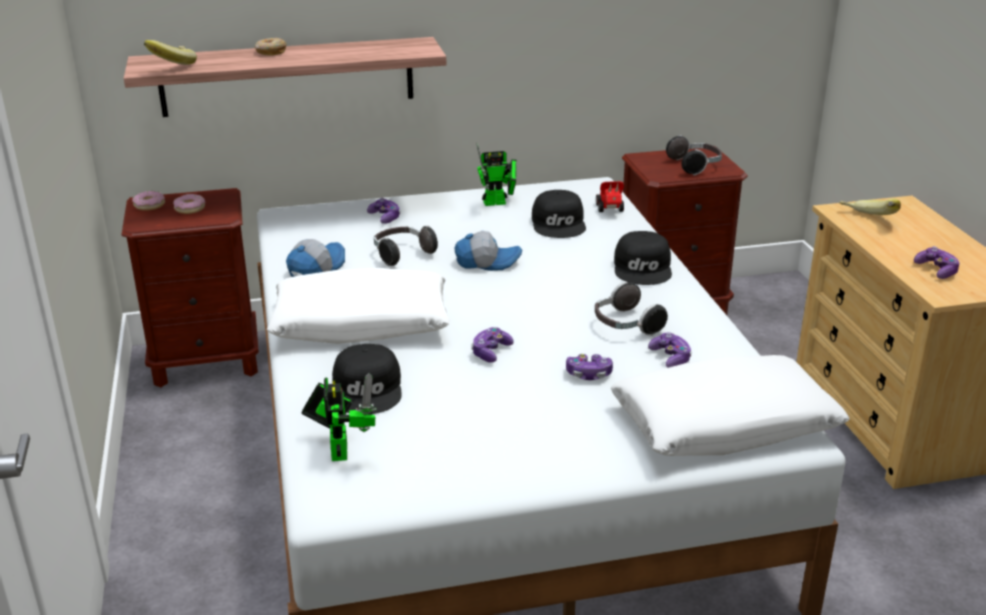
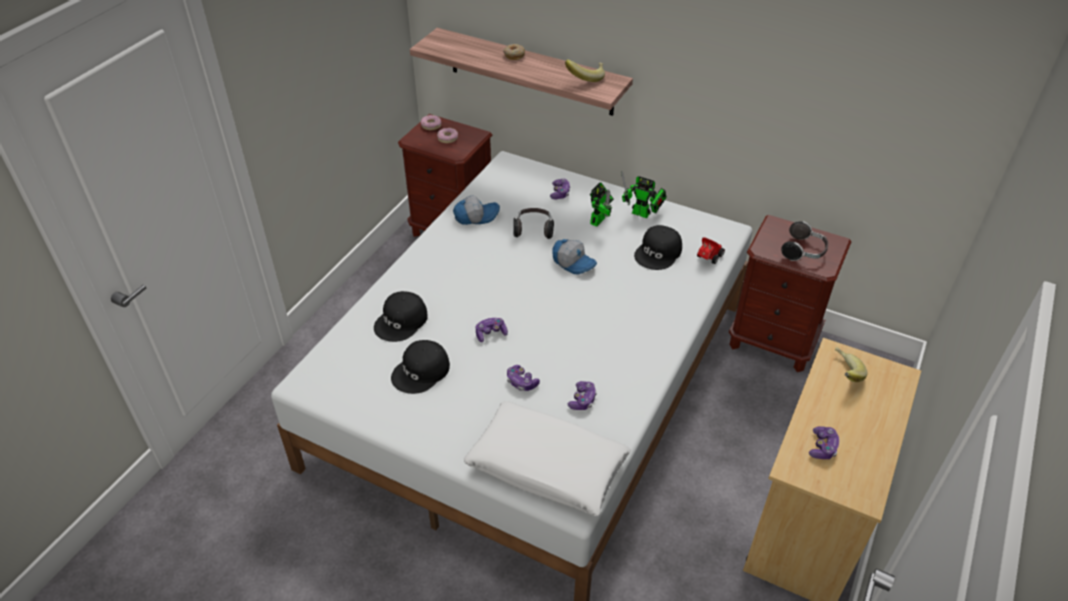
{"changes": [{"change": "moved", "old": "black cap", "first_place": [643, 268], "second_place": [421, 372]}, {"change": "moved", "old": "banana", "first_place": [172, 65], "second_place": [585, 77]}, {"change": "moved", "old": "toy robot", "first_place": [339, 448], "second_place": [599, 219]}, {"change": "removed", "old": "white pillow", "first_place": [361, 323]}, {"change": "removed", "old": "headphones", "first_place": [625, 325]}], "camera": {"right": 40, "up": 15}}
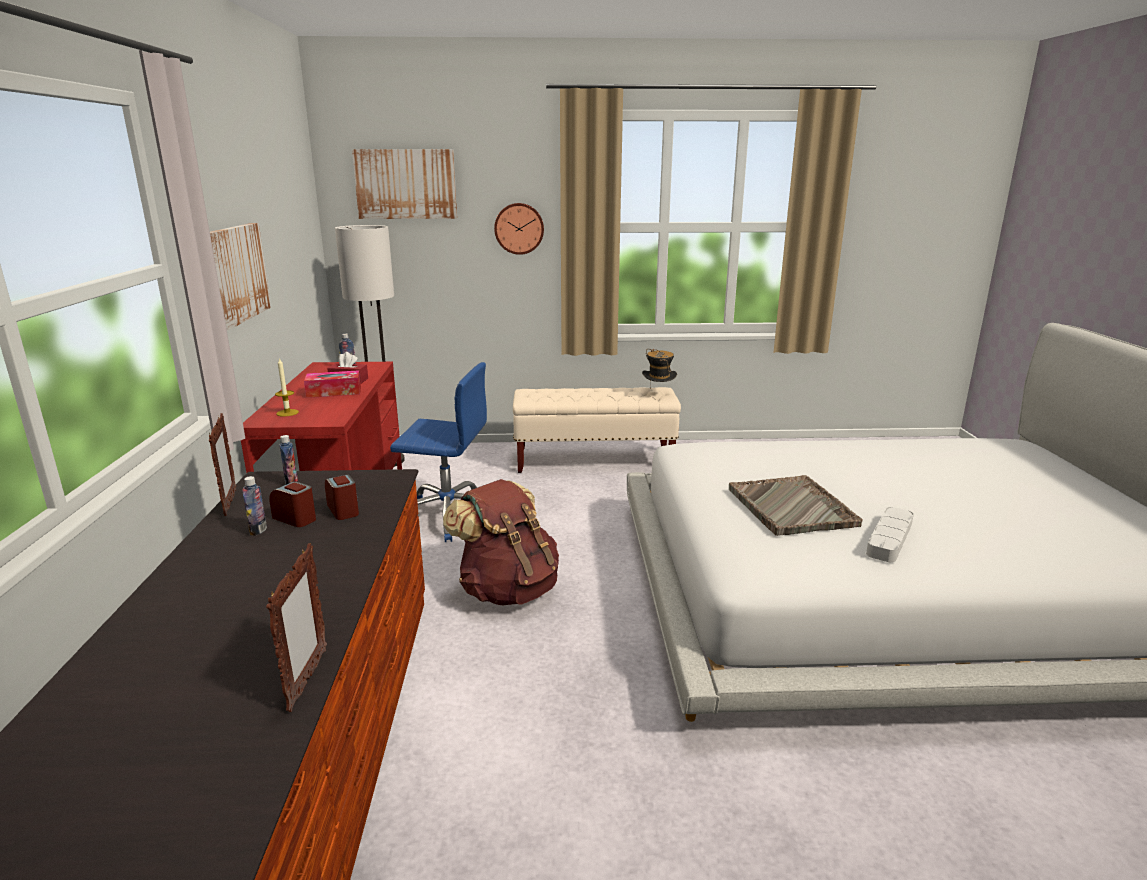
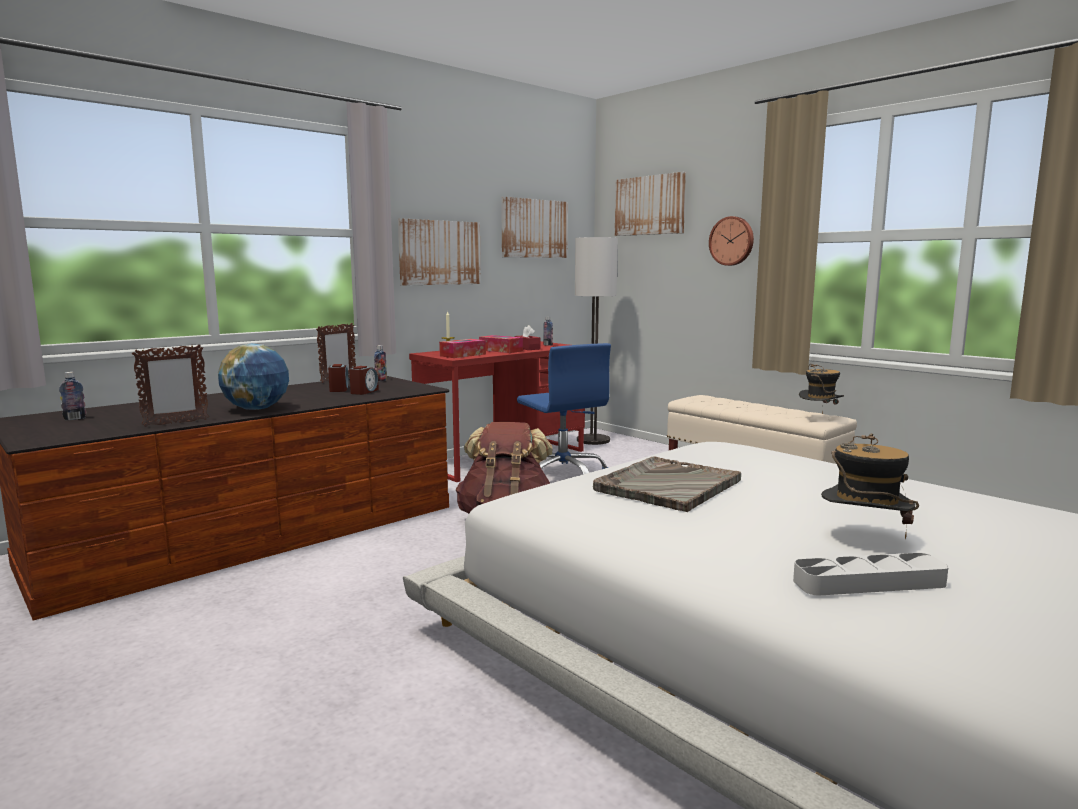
{"changes": [{"change": "moved", "old": "bottle", "first_place": [258, 530], "second_place": [75, 419]}, {"change": "added", "new": "globe", "second_place": [256, 409]}, {"change": "added", "new": "tissue box", "second_place": [463, 355]}, {"change": "added", "new": "picture", "second_place": [534, 228]}, {"change": "moved", "old": "grey tray", "first_place": [889, 538], "second_place": [869, 582]}, {"change": "added", "new": "hat", "second_place": [863, 539]}], "camera": {"right": 50, "up": -10}}
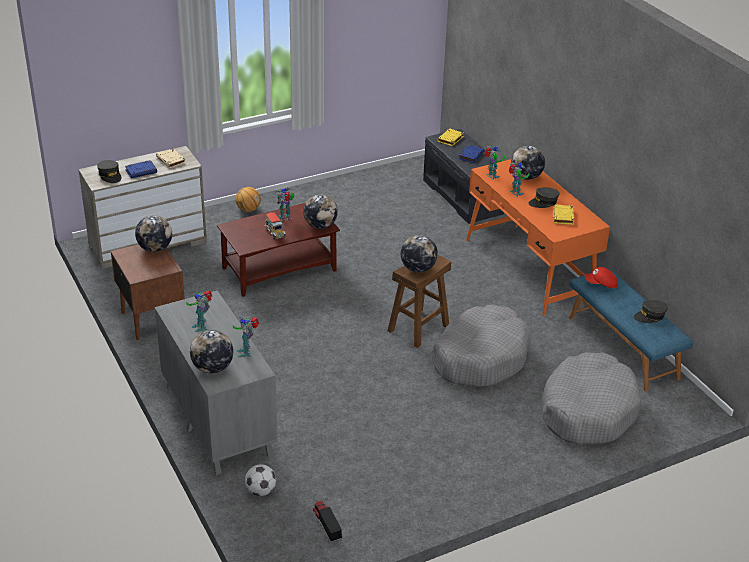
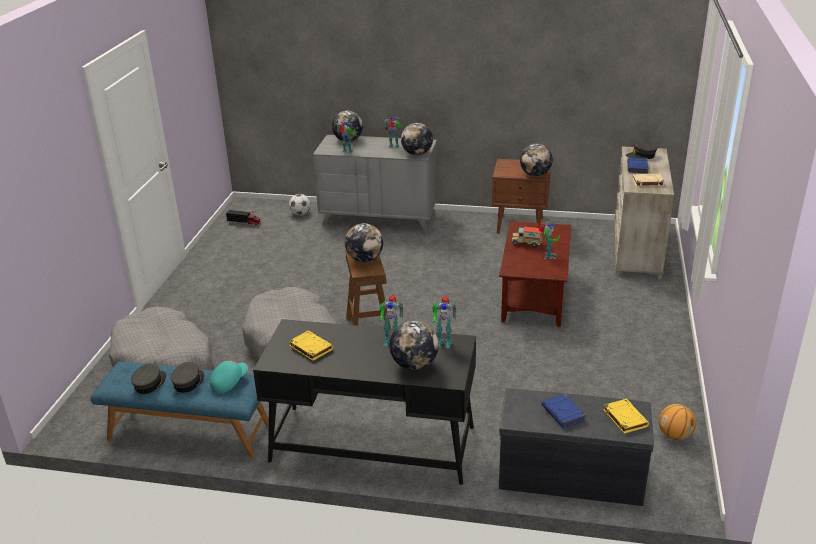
{"changes": [{"change": "moved", "old": "grey cap", "first_place": [543, 202], "second_place": [188, 382]}, {"change": "recoloured", "old": "red cap", "new": "turquoise cap", "first_place": [601, 284], "second_place": [229, 382]}, {"change": "recoloured", "old": "orange desk", "new": "black desk", "first_place": [529, 269], "second_place": [372, 443]}, {"change": "moved", "old": "globe", "first_place": [320, 226], "second_place": [417, 154]}, {"change": "moved", "old": "basketball", "first_place": [248, 209], "second_place": [675, 435]}], "camera": {"right": 130, "up": -5}}
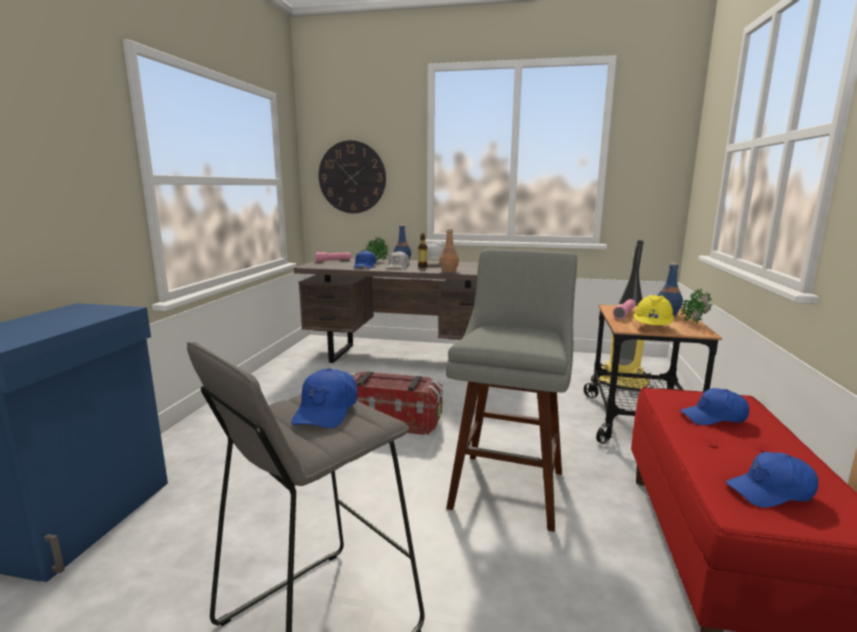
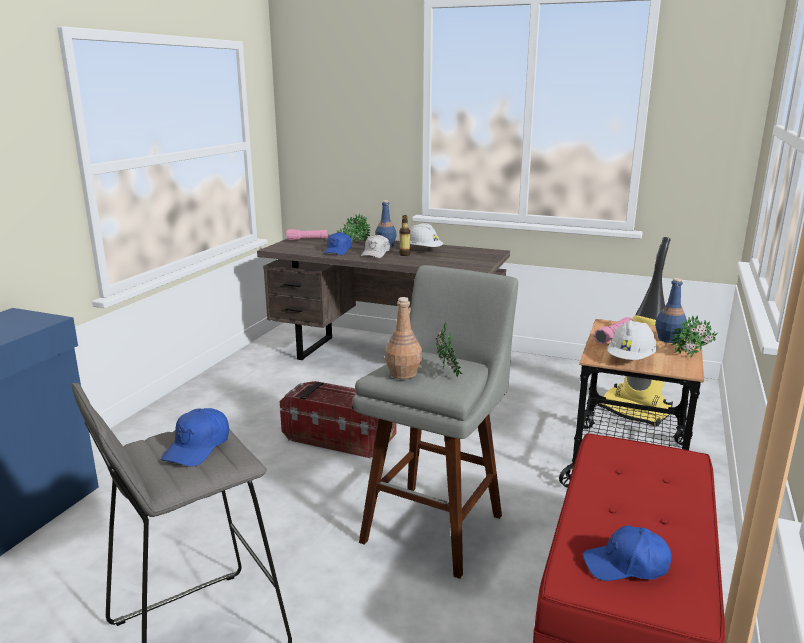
{"changes": [{"change": "moved", "old": "brown bottle", "first_place": [449, 271], "second_place": [403, 374]}, {"change": "added", "new": "potted plant", "second_place": [448, 373]}, {"change": "recoloured", "old": "yellow hard hat", "new": "white hard hat", "first_place": [652, 327], "second_place": [630, 359]}, {"change": "removed", "old": "wall clock", "first_place": [352, 177]}, {"change": "removed", "old": "blue cap", "first_place": [713, 417]}], "camera": {"right": 10, "up": 5}}
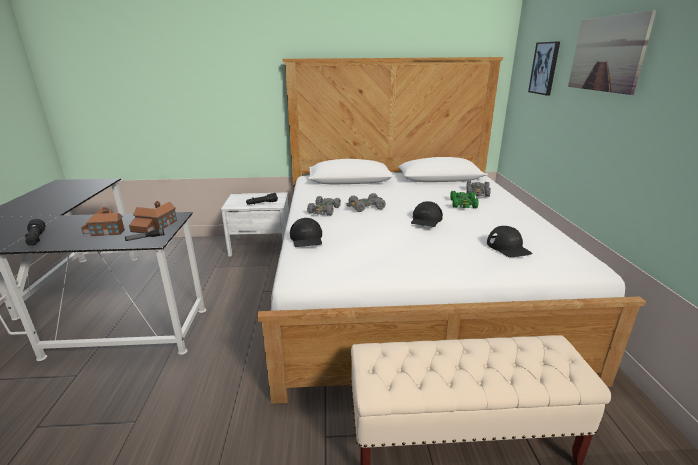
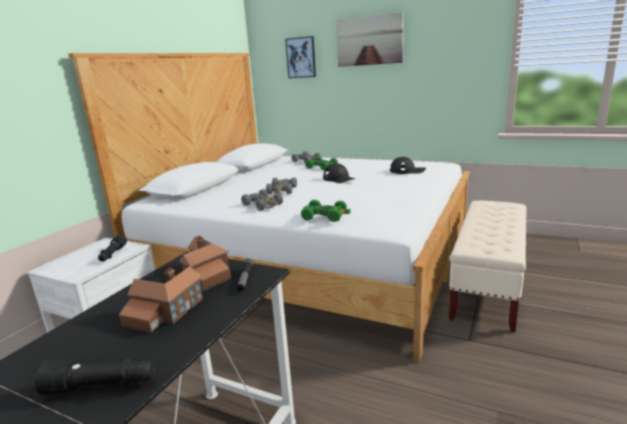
{"changes": [{"change": "replaced", "old": "black cap", "new": "green toy car", "first_place": [306, 238], "second_place": [325, 216]}], "camera": {"right": -60, "up": -5}}
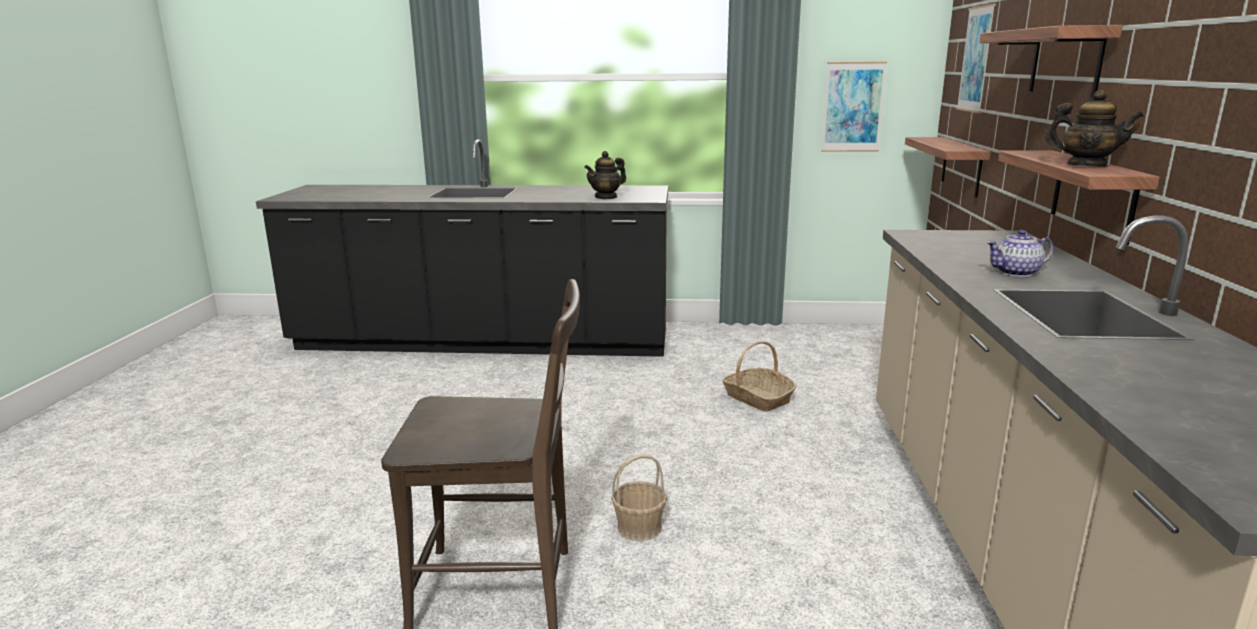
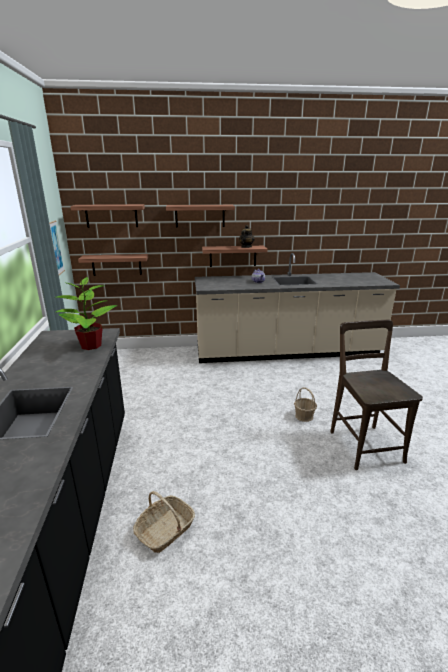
{"changes": [{"change": "replaced", "old": "teapot", "new": "potted plant", "first_place": [606, 197], "second_place": [90, 346]}, {"change": "replaced", "old": "picture", "new": "shelf", "first_place": [976, 59], "second_place": [111, 216]}, {"change": "moved", "old": "basket", "first_place": [757, 398], "second_place": [165, 530]}], "camera": {"right": -100, "up": 5}}
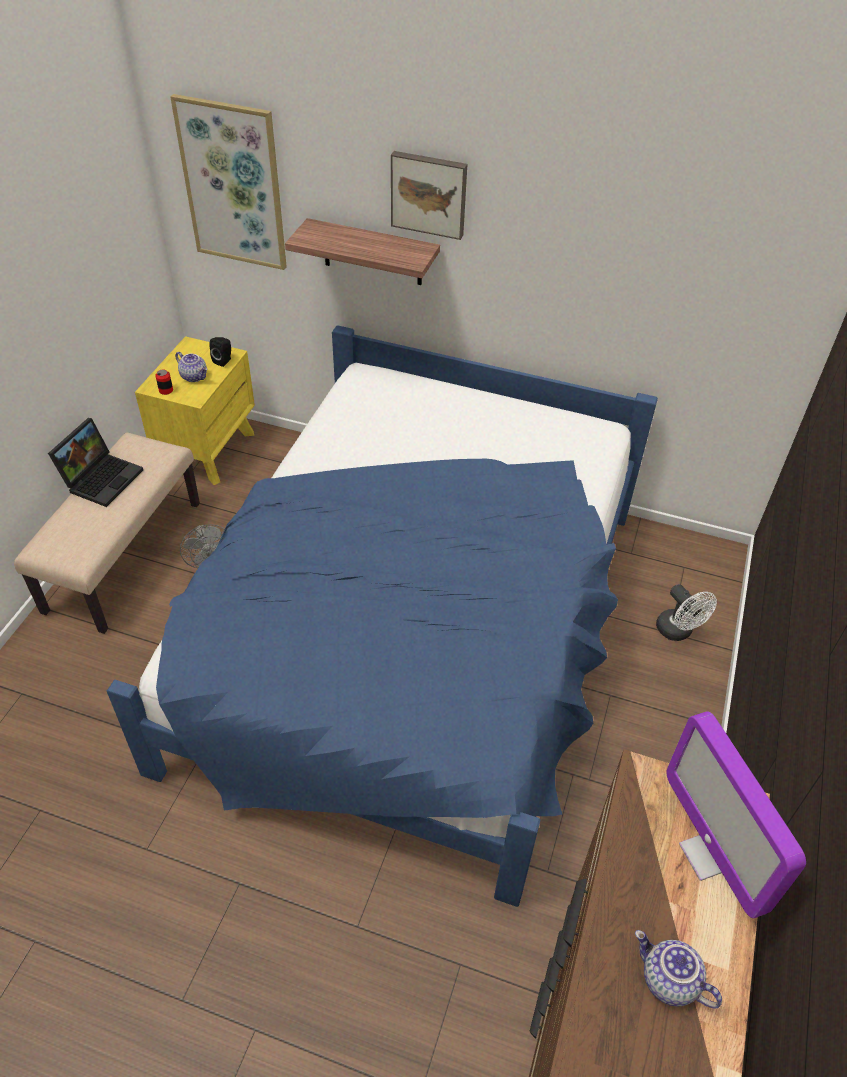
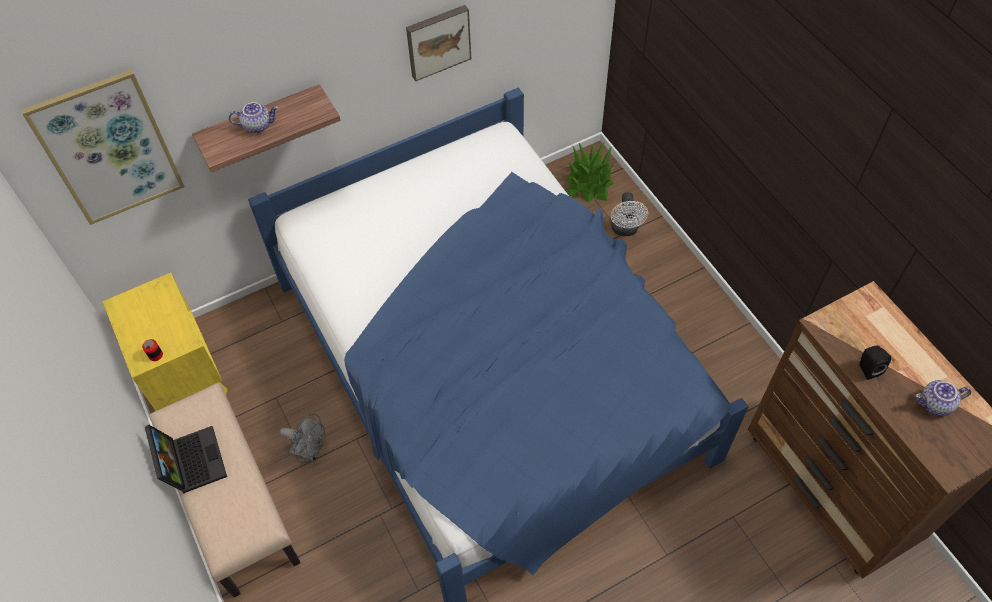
{"changes": [{"change": "moved", "old": "teapot", "first_place": [194, 376], "second_place": [258, 125]}, {"change": "moved", "old": "picture", "first_place": [429, 194], "second_place": [438, 41]}, {"change": "added", "new": "potted plant", "second_place": [589, 182]}, {"change": "turned", "old": "white fan", "first_place": [678, 632], "second_place": [625, 230], "degrees": 75}, {"change": "moved", "old": "black speaker", "first_place": [224, 361], "second_place": [867, 368]}, {"change": "removed", "old": "monitor", "first_place": [709, 855]}], "camera": {"right": -45, "up": 10}}
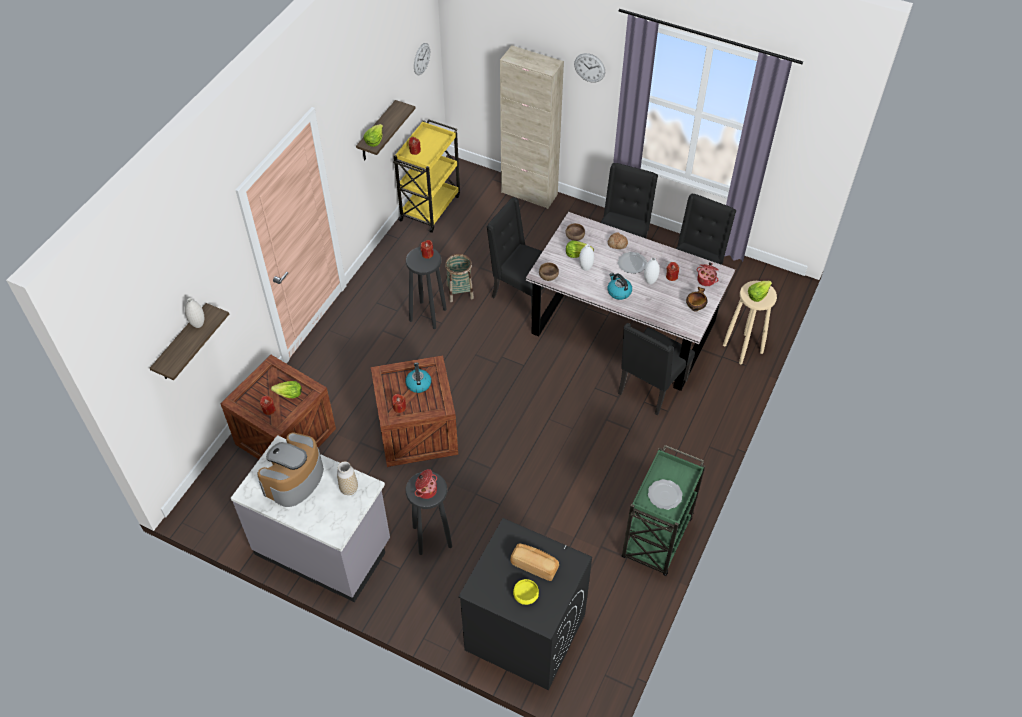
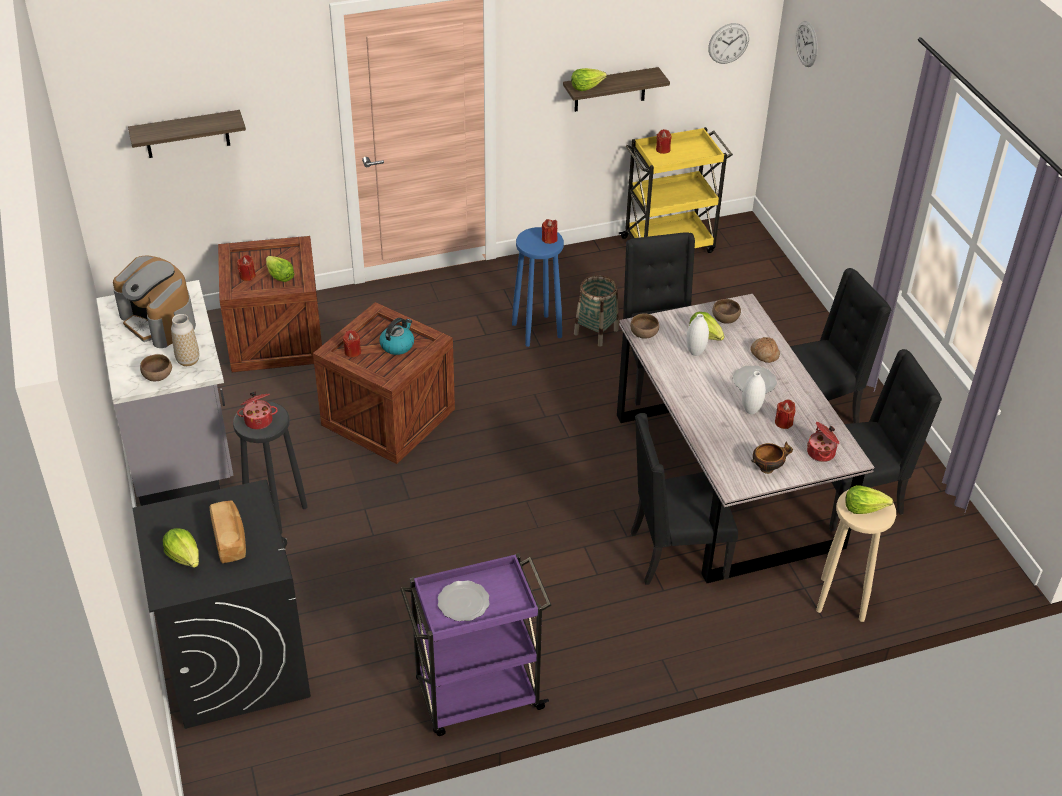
{"changes": [{"change": "turned", "old": "coffee machine", "first_place": [294, 480], "second_place": [159, 321], "degrees": -120}, {"change": "added", "new": "brown bowl", "second_place": [158, 376]}, {"change": "replaced", "old": "yellow bowl", "new": "lettuce", "first_place": [525, 595], "second_place": [185, 557]}, {"change": "recoloured", "old": "green cart", "new": "purple cart", "first_place": [656, 540], "second_place": [477, 696]}, {"change": "recoloured", "old": "black stool", "new": "blue stool", "first_place": [428, 314], "second_place": [537, 330]}, {"change": "moved", "old": "wall clock", "first_place": [589, 67], "second_place": [806, 44]}, {"change": "removed", "old": "white vase", "first_place": [198, 324]}, {"change": "removed", "old": "beige cabinet", "first_place": [529, 193]}, {"change": "removed", "old": "kettle", "first_place": [618, 292]}], "camera": {"right": 45, "up": -10}}
